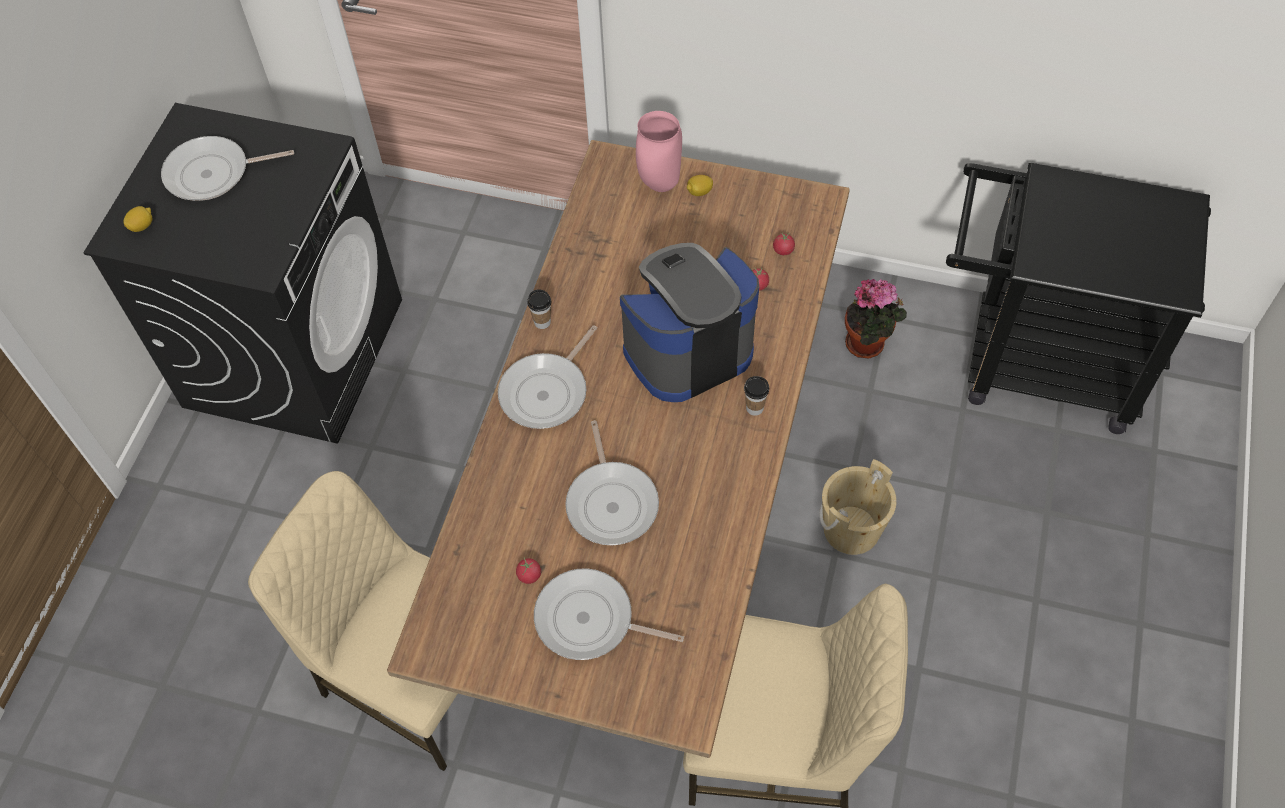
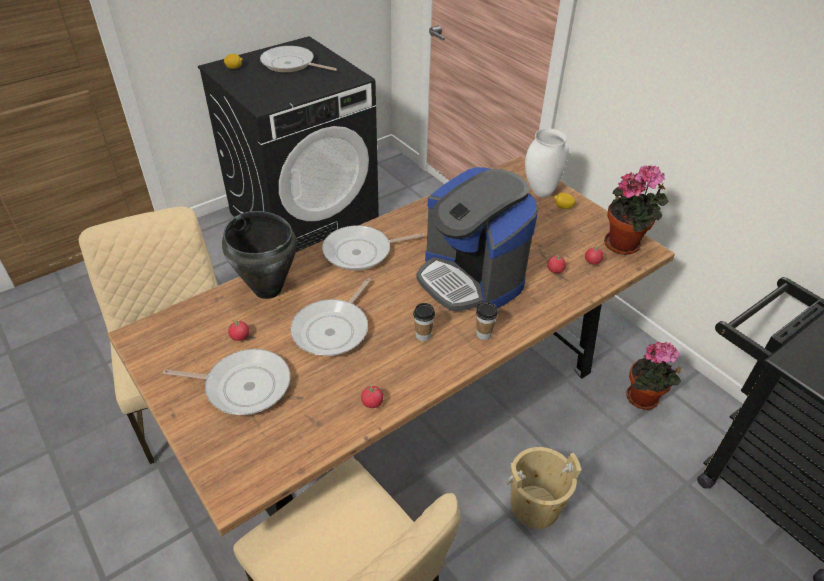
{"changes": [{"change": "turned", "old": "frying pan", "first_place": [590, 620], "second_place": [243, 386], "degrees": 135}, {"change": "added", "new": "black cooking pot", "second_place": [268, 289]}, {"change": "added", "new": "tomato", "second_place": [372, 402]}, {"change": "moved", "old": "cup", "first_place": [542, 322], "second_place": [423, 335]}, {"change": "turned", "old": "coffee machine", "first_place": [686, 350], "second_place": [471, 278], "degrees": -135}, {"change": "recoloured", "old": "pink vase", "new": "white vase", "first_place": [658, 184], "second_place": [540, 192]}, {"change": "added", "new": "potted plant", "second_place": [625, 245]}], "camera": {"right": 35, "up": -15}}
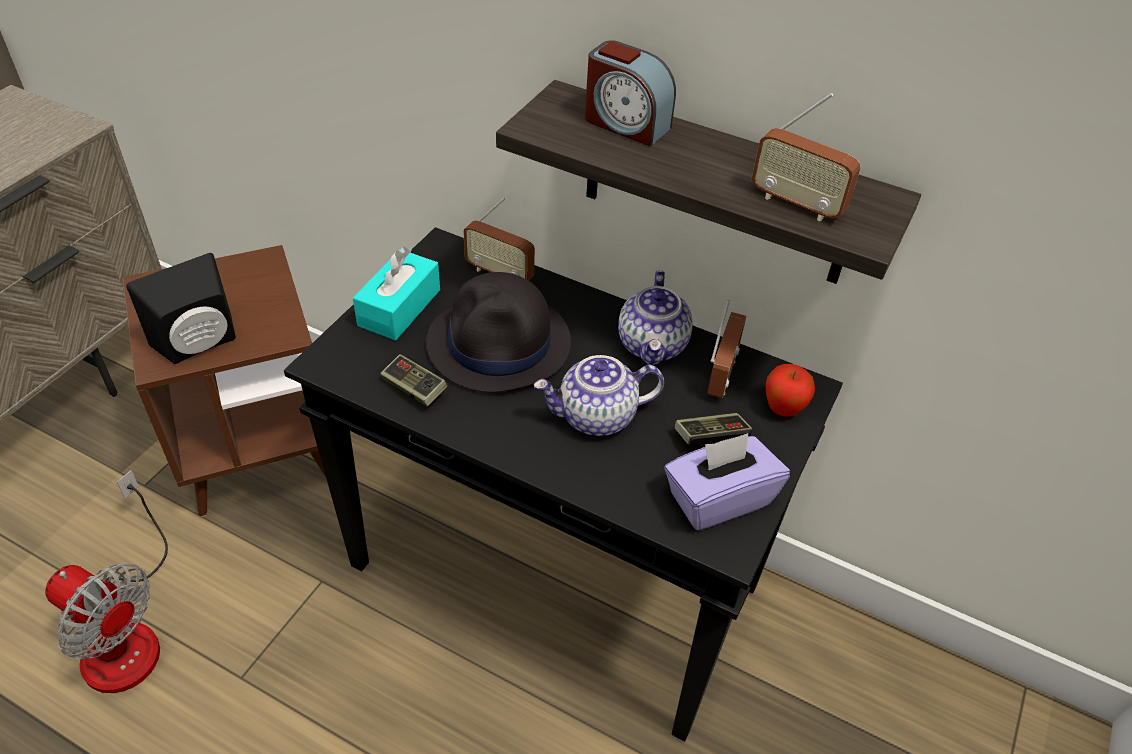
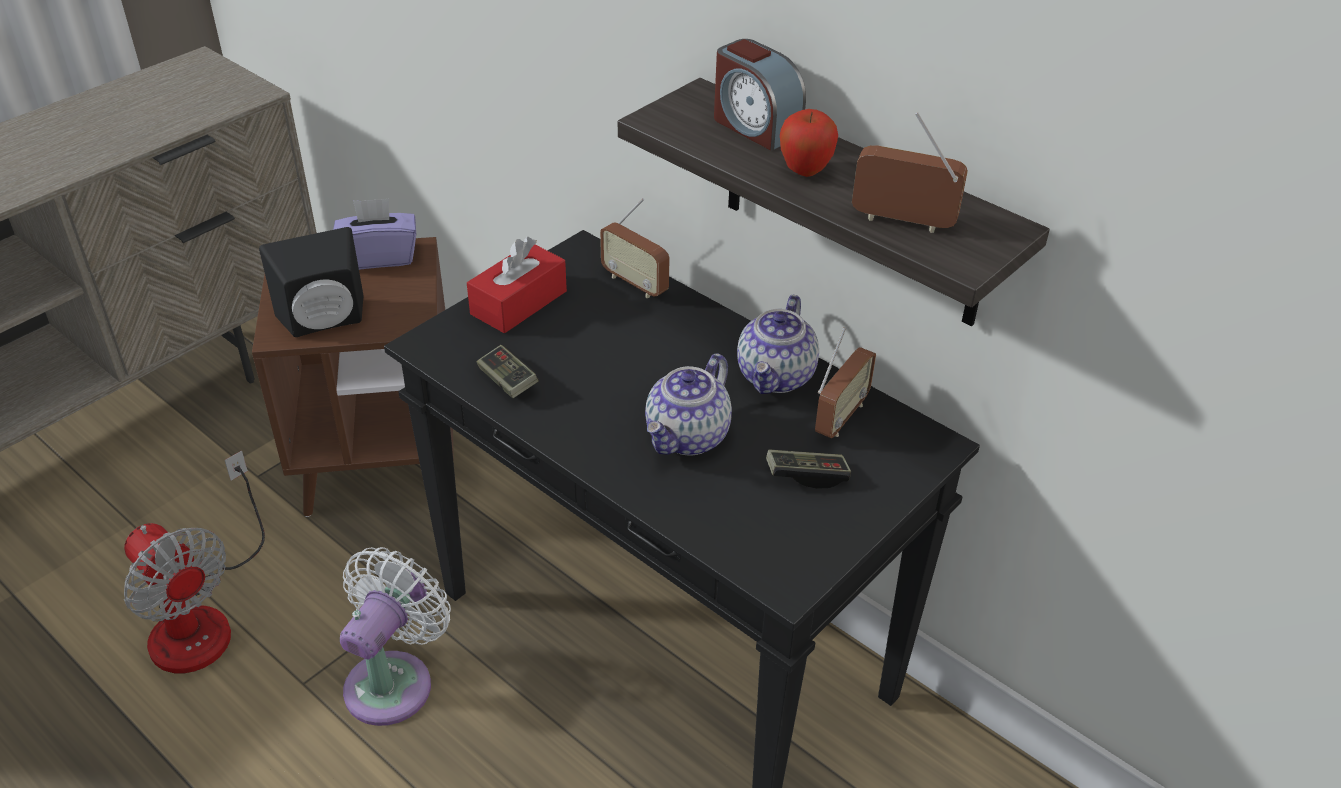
{"changes": [{"change": "moved", "old": "purple tissue box", "first_place": [718, 499], "second_place": [379, 256]}, {"change": "added", "new": "white fan", "second_place": [394, 680]}, {"change": "recoloured", "old": "turquoise tissue box", "new": "red tissue box", "first_place": [399, 307], "second_place": [519, 303]}, {"change": "turned", "old": "teapot", "first_place": [596, 417], "second_place": [688, 437], "degrees": -60}, {"change": "moved", "old": "apple", "first_place": [783, 409], "second_place": [805, 171]}, {"change": "turned", "old": "radio", "first_place": [796, 204], "second_place": [902, 222], "degrees": 150}, {"change": "removed", "old": "black hat", "first_place": [500, 344]}], "camera": {"right": 15, "up": -5}}
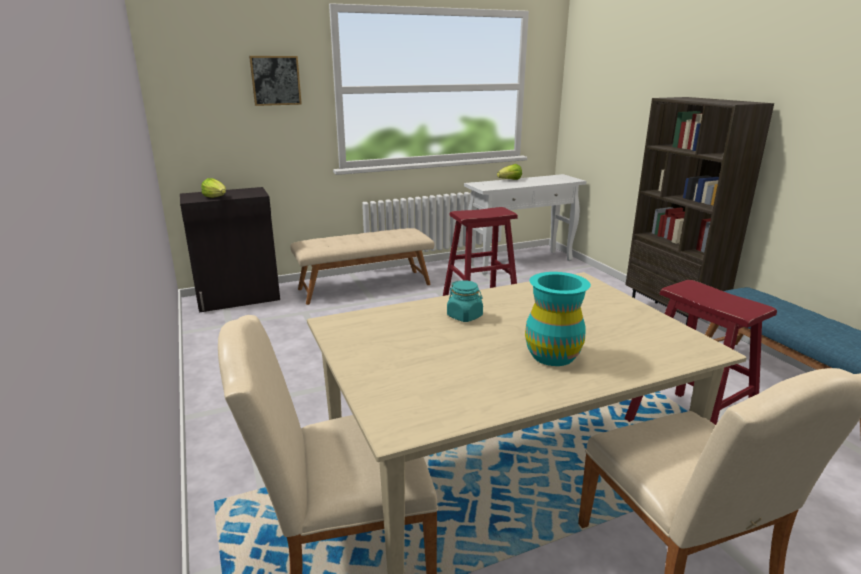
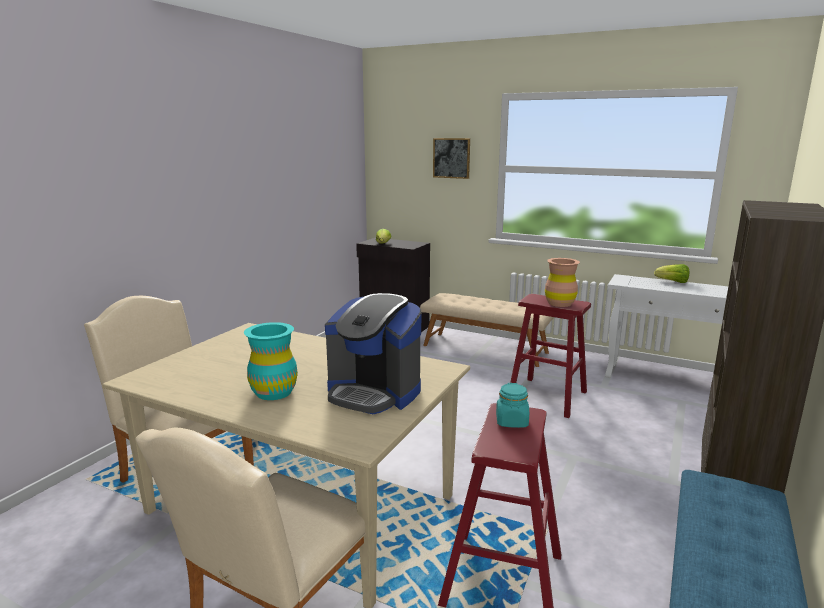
{"changes": [{"change": "added", "new": "coffee machine", "second_place": [374, 393]}, {"change": "moved", "old": "turquoise jar", "first_place": [465, 316], "second_place": [512, 421]}, {"change": "added", "new": "brown vase", "second_place": [560, 303]}], "camera": {"right": 50, "up": -5}}
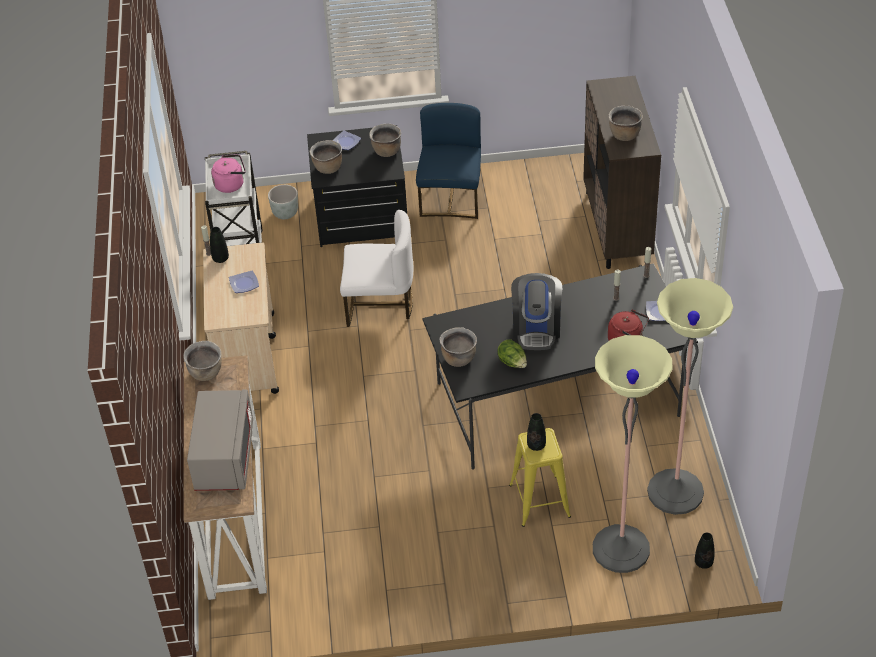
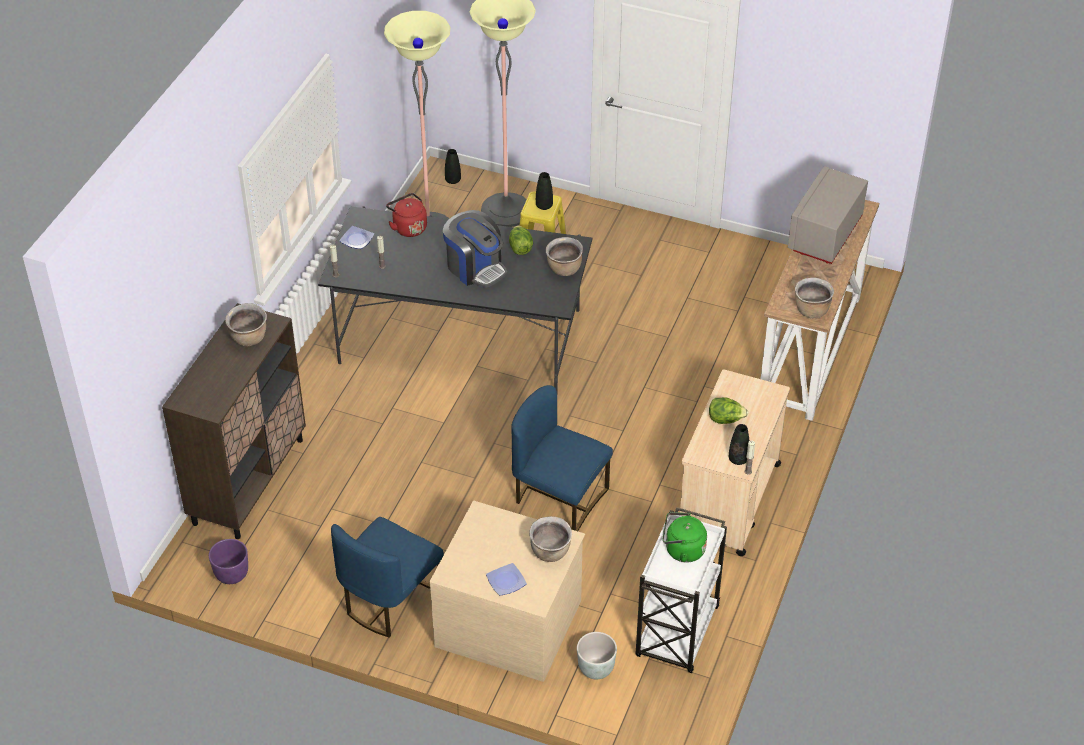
{"changes": [{"change": "added", "new": "purple planter", "second_place": [231, 574]}, {"change": "recoloured", "old": "black dresser", "new": "beige dresser", "first_place": [361, 217], "second_place": [509, 621]}, {"change": "turned", "old": "coffee machine", "first_place": [536, 328], "second_place": [475, 268], "degrees": 105}, {"change": "recoloured", "old": "white chair", "new": "blue chair", "first_place": [379, 304], "second_place": [559, 499]}, {"change": "recoloured", "old": "pink kettle", "new": "green kettle", "first_place": [231, 184], "second_place": [682, 550]}, {"change": "replaced", "old": "plate", "new": "lettuce", "first_place": [245, 284], "second_place": [726, 419]}, {"change": "removed", "old": "brown cooking pot", "first_place": [386, 151]}], "camera": {"right": -155, "up": 0}}
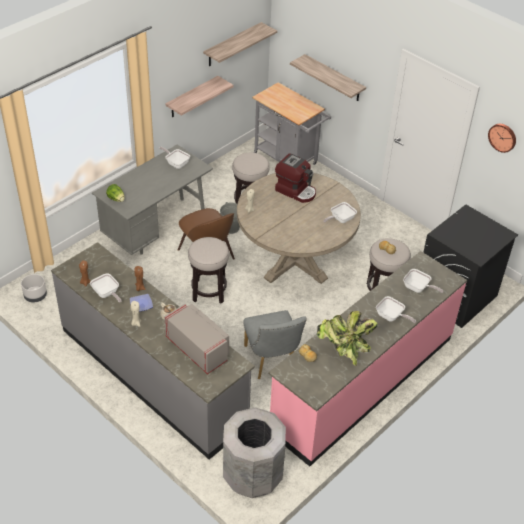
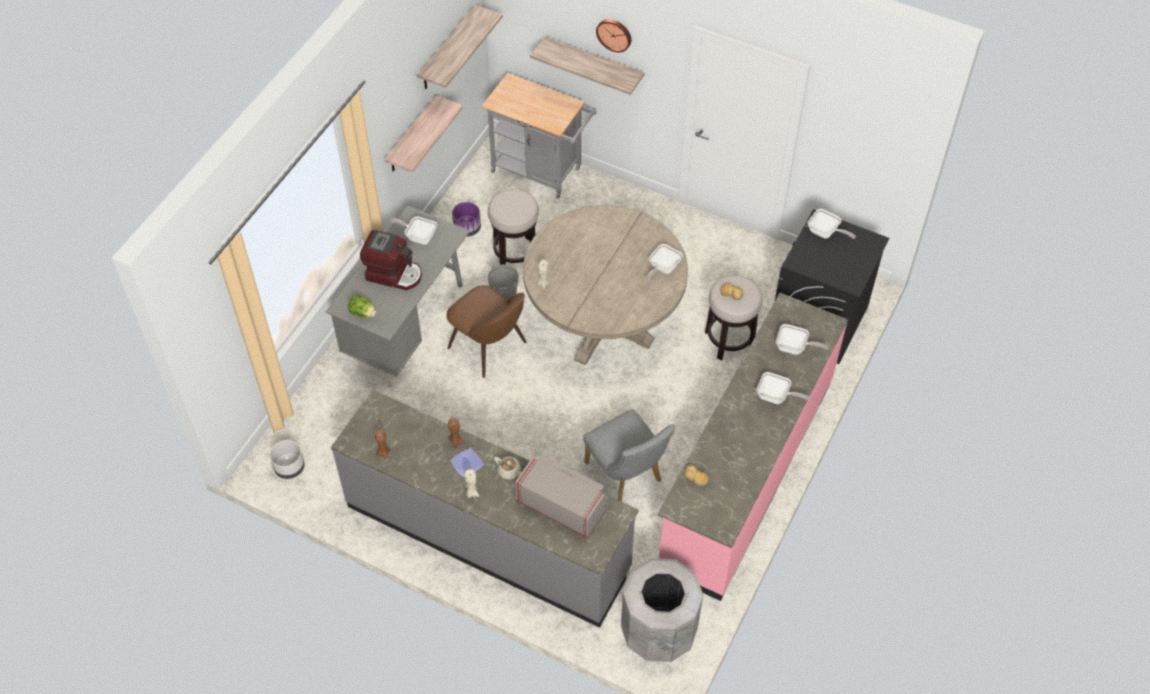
{"changes": [{"change": "moved", "old": "coffee machine", "first_place": [296, 191], "second_place": [394, 274]}, {"change": "added", "new": "purple planter", "second_place": [467, 228]}, {"change": "moved", "old": "wall clock", "first_place": [502, 137], "second_place": [614, 34]}, {"change": "moved", "old": "frying pan", "first_place": [107, 294], "second_place": [825, 233]}, {"change": "removed", "old": "stool", "first_place": [209, 292]}, {"change": "removed", "old": "potted plant", "first_place": [344, 350]}], "camera": {"right": -15, "up": 10}}
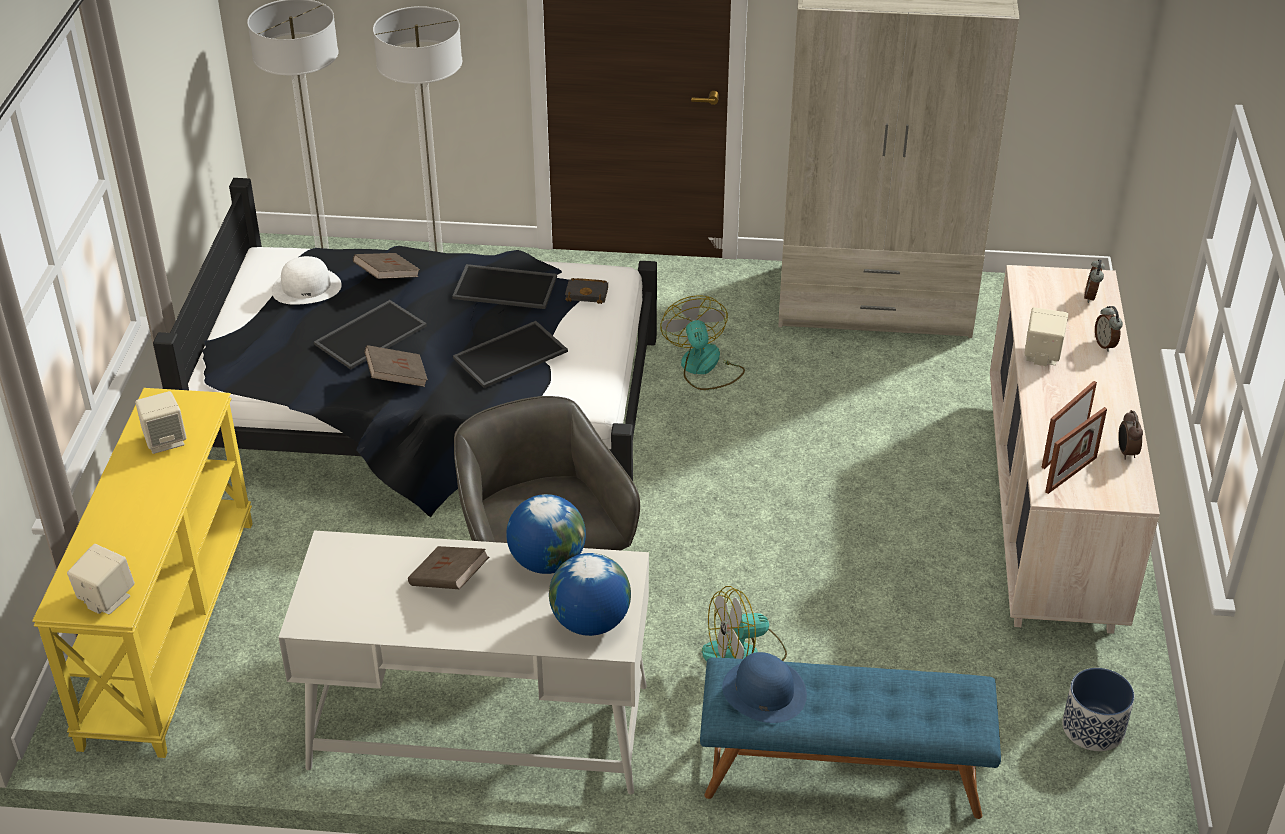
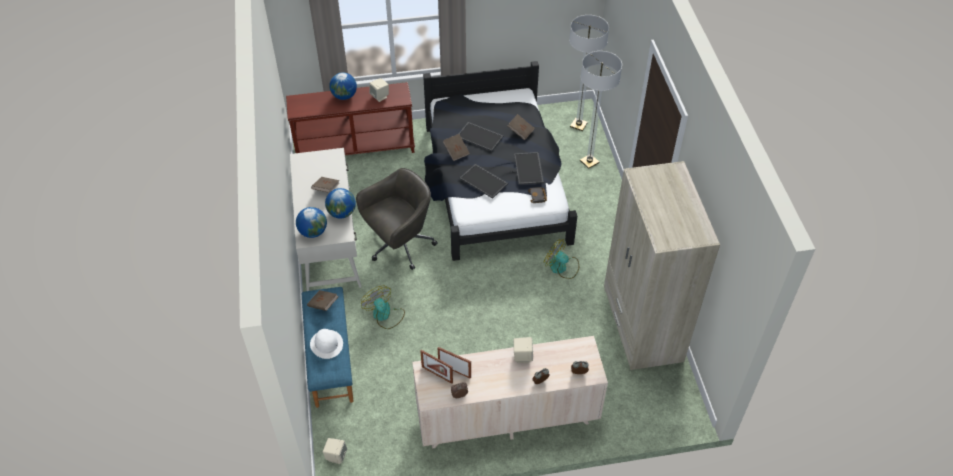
{"changes": [{"change": "recoloured", "old": "yellow console table", "new": "brown console table", "first_place": [168, 629], "second_place": [355, 148]}, {"change": "replaced", "old": "blue hat", "new": "brown book", "first_place": [763, 691], "second_place": [323, 304]}, {"change": "moved", "old": "white hat", "first_place": [306, 287], "second_place": [326, 344]}, {"change": "moved", "old": "beige speaker", "first_place": [106, 599], "second_place": [336, 456]}, {"change": "added", "new": "globe", "second_place": [344, 96]}, {"change": "turned", "old": "fan", "first_place": [703, 367], "second_place": [561, 267], "degrees": -120}, {"change": "removed", "old": "planter", "first_place": [1093, 728]}], "camera": {"right": 75, "up": 10}}
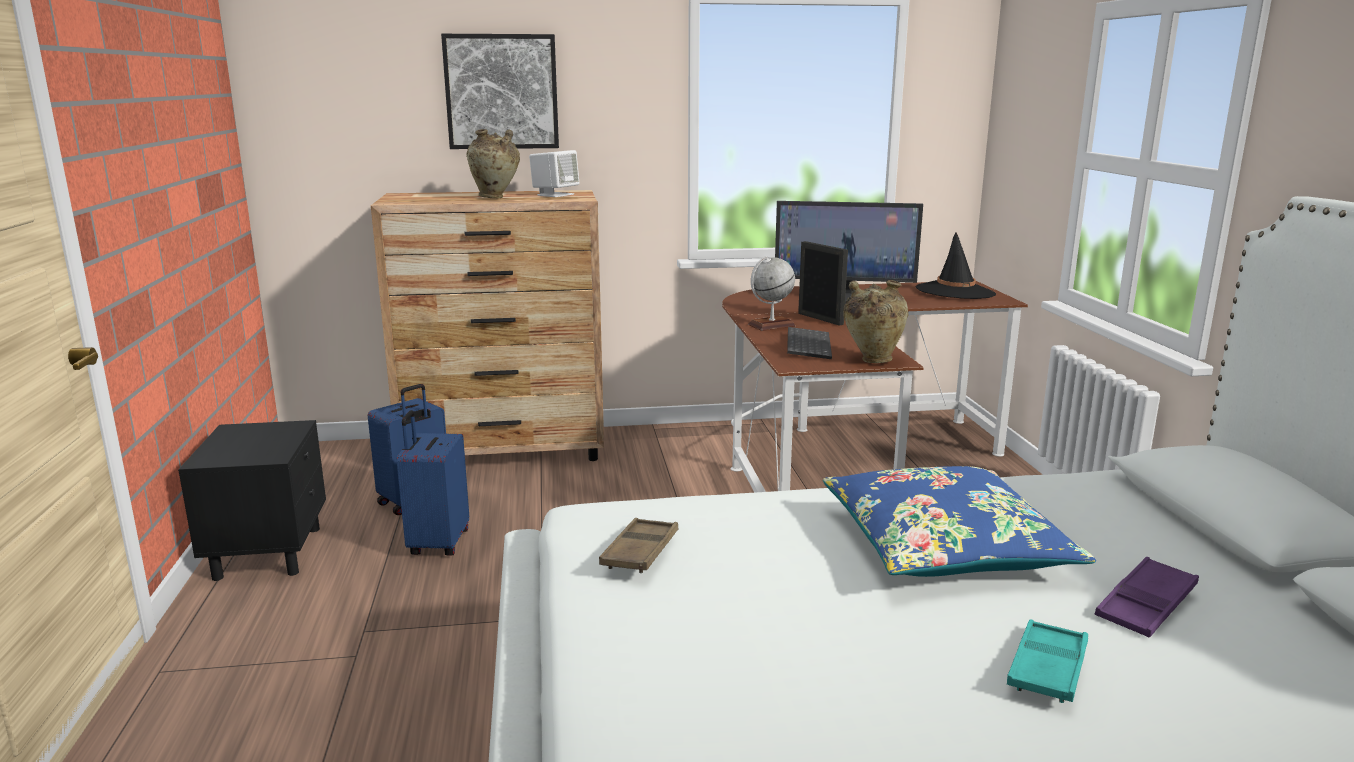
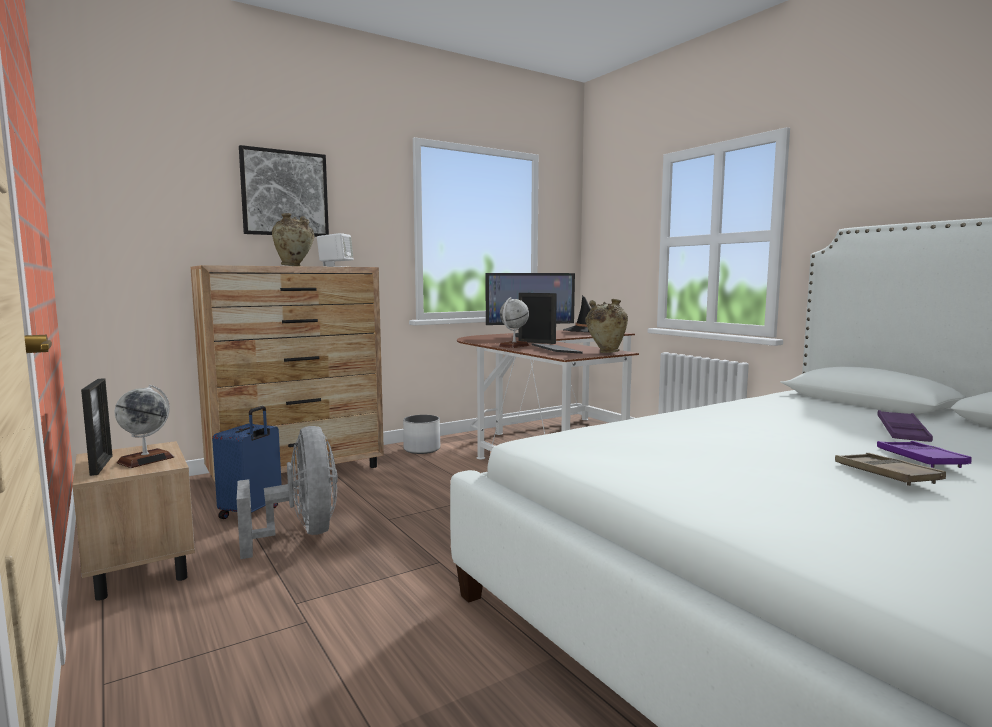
{"changes": [{"change": "recoloured", "old": "black nightstand", "new": "beige nightstand", "first_place": [269, 551], "second_place": [140, 568]}, {"change": "added", "new": "picture frame", "second_place": [101, 465]}, {"change": "added", "new": "globe", "second_place": [146, 460]}, {"change": "replaced", "old": "blue suitcase", "new": "grey fan", "first_place": [437, 543], "second_place": [301, 534]}, {"change": "added", "new": "white planter", "second_place": [422, 449]}, {"change": "moved", "old": "brown tray", "first_place": [640, 552], "second_place": [885, 475]}, {"change": "recoloured", "old": "turquoise tray", "new": "purple tray", "first_place": [1047, 668], "second_place": [919, 459]}, {"change": "removed", "old": "blue pillow", "first_place": [944, 545]}], "camera": {"right": -25, "up": -10}}
